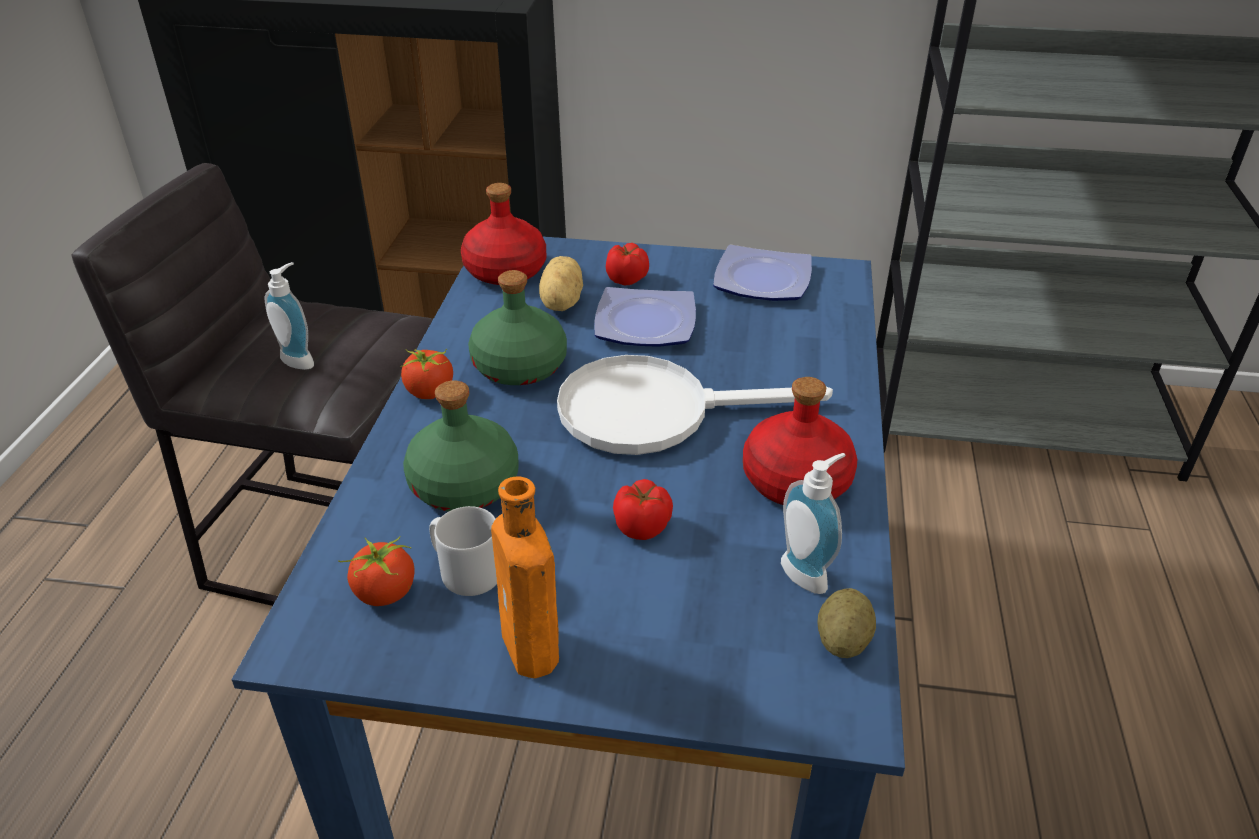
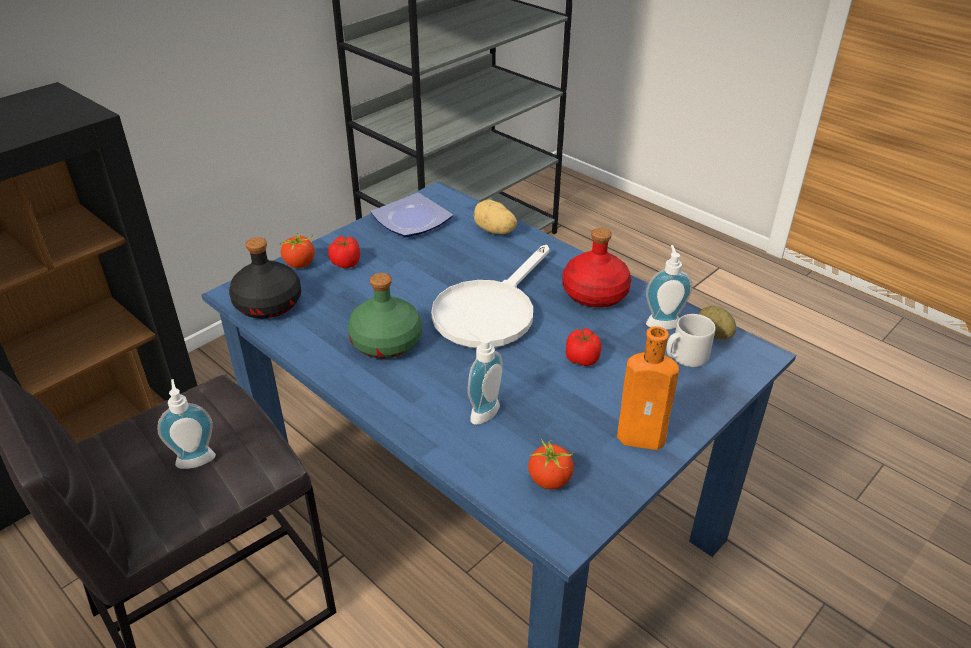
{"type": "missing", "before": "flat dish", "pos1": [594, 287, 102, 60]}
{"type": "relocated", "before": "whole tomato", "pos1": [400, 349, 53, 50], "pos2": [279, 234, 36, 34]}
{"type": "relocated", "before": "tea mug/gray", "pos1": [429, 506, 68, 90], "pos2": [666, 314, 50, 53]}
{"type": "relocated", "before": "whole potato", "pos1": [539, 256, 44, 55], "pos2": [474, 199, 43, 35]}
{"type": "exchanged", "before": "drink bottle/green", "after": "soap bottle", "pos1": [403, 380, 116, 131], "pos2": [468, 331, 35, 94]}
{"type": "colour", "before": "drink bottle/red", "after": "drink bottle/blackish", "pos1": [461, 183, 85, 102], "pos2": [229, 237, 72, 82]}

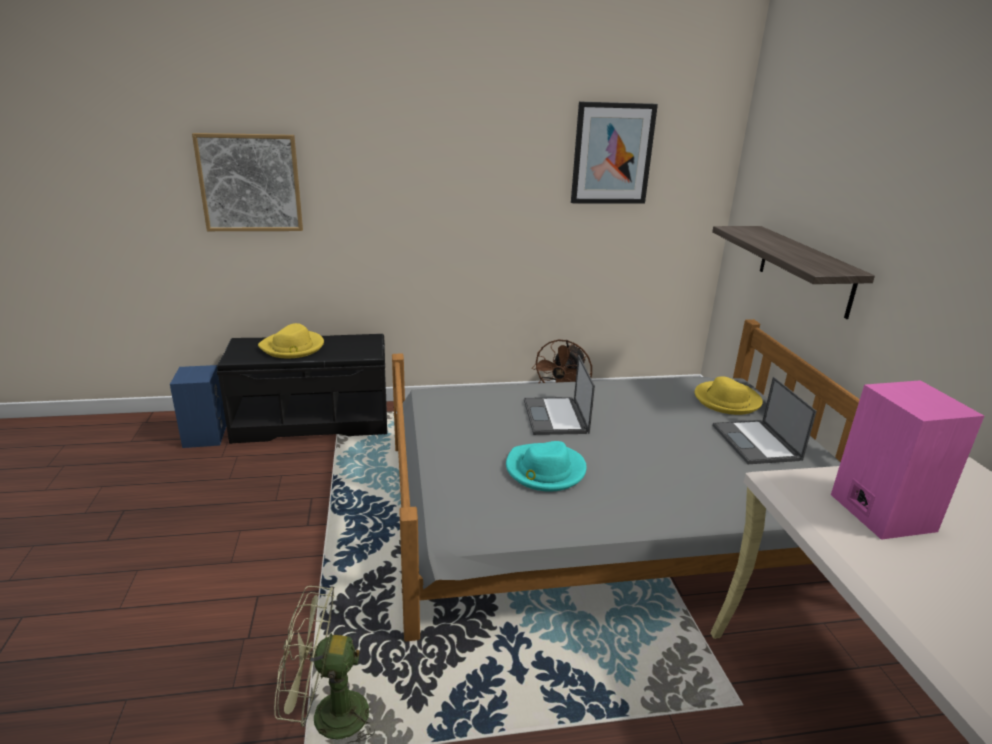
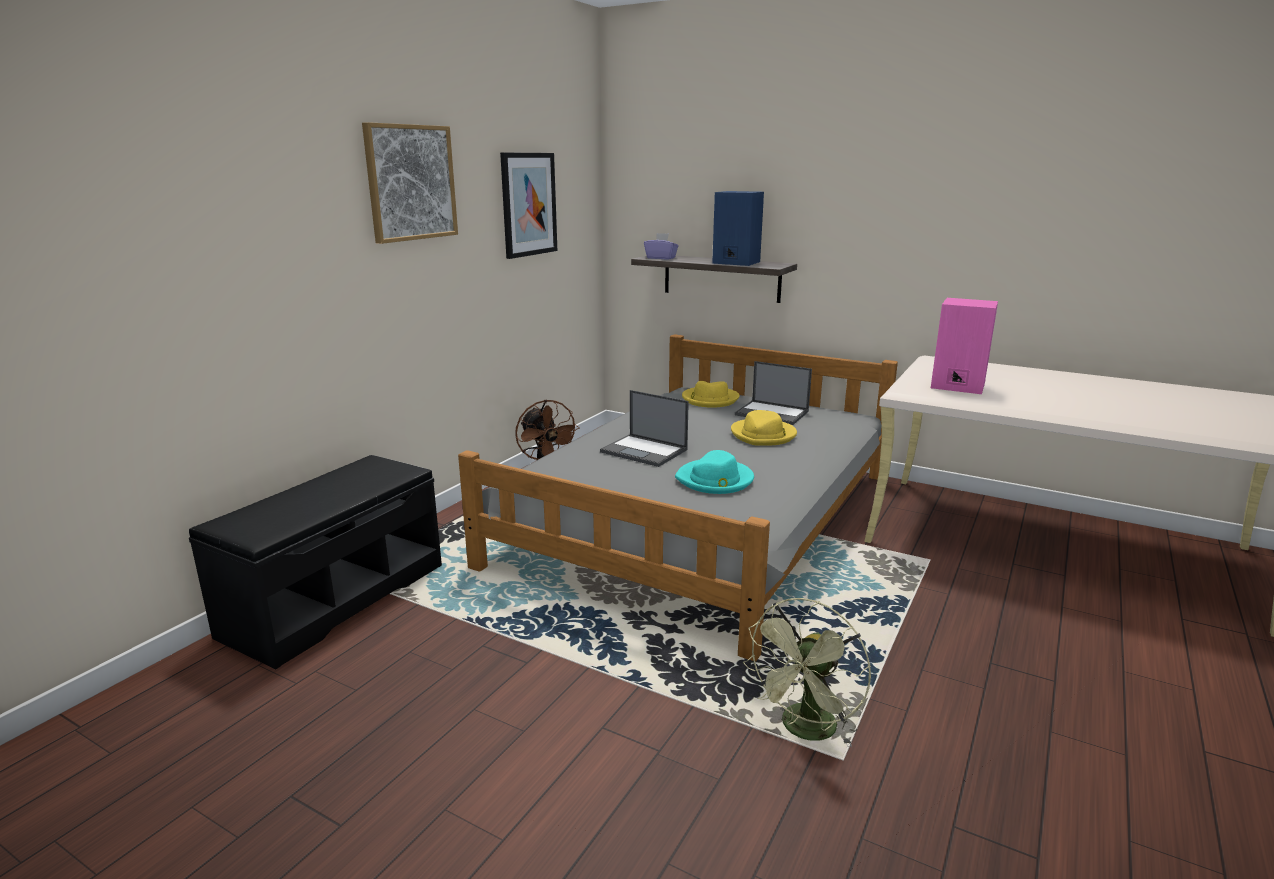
{"type": "appeared", "after": "tissue holder/purple", "pos2": [644, 233, 35, 27]}
{"type": "relocated", "before": "audio speaker/blue", "pos1": [170, 365, 56, 83], "pos2": [712, 191, 52, 75]}
{"type": "relocated", "before": "wall art", "pos1": [192, 133, 111, 98], "pos2": [362, 122, 96, 122]}
{"type": "relocated", "before": "hat/yellow", "pos1": [258, 323, 66, 35], "pos2": [731, 410, 66, 36]}

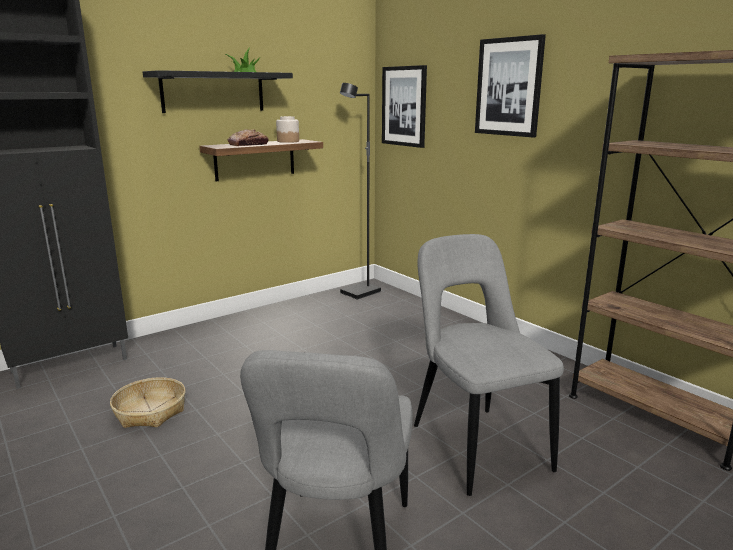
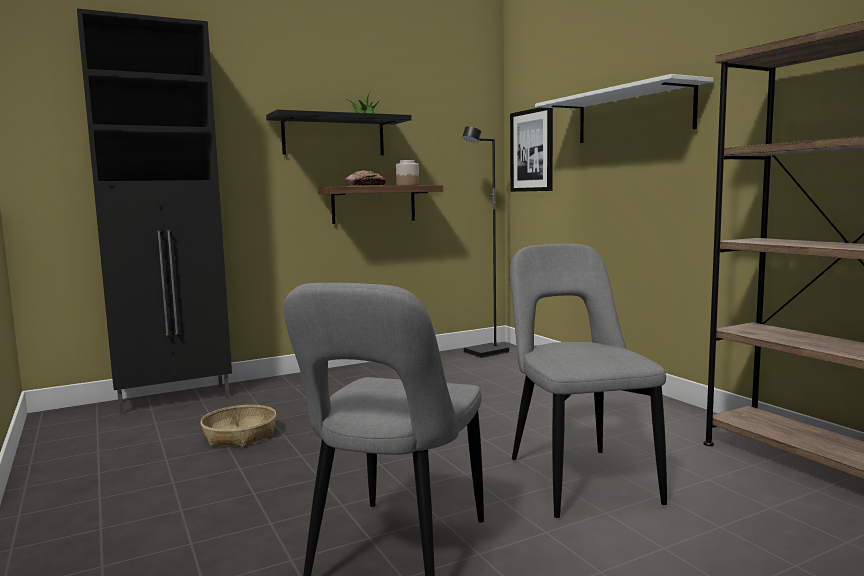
{"type": "exchanged", "before": "wall art", "after": "bracket shelf/whitish", "pos1": [475, 34, 71, 104], "pos2": [535, 74, 178, 69]}

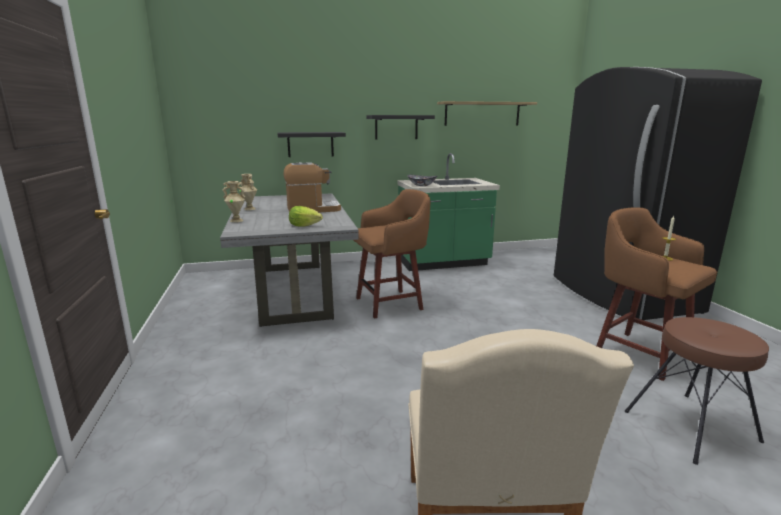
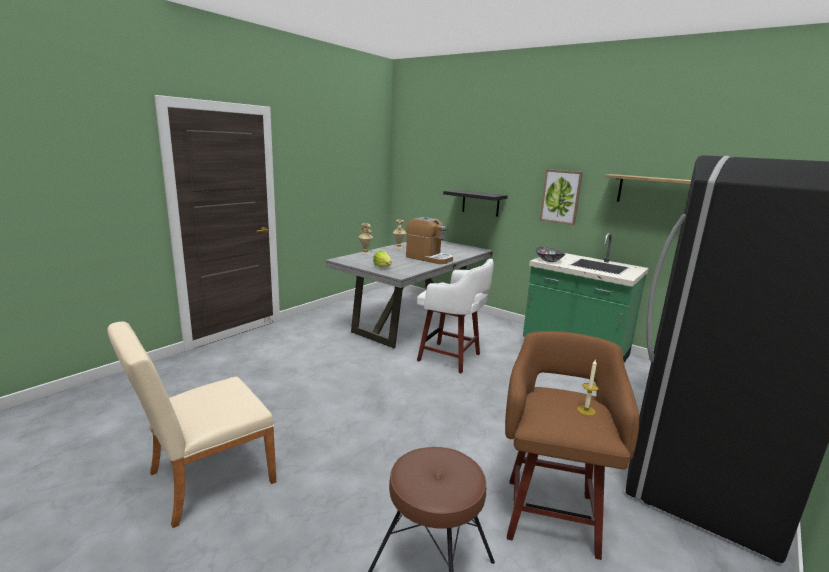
{"type": "exchanged", "before": "bracket shelf/blackish", "after": "wall art", "pos1": [366, 115, 69, 25], "pos2": [540, 169, 43, 56]}
{"type": "colour", "before": "stool seat/brownish", "after": "stool seat/whitish", "pos1": [354, 189, 76, 130], "pos2": [417, 258, 77, 116]}

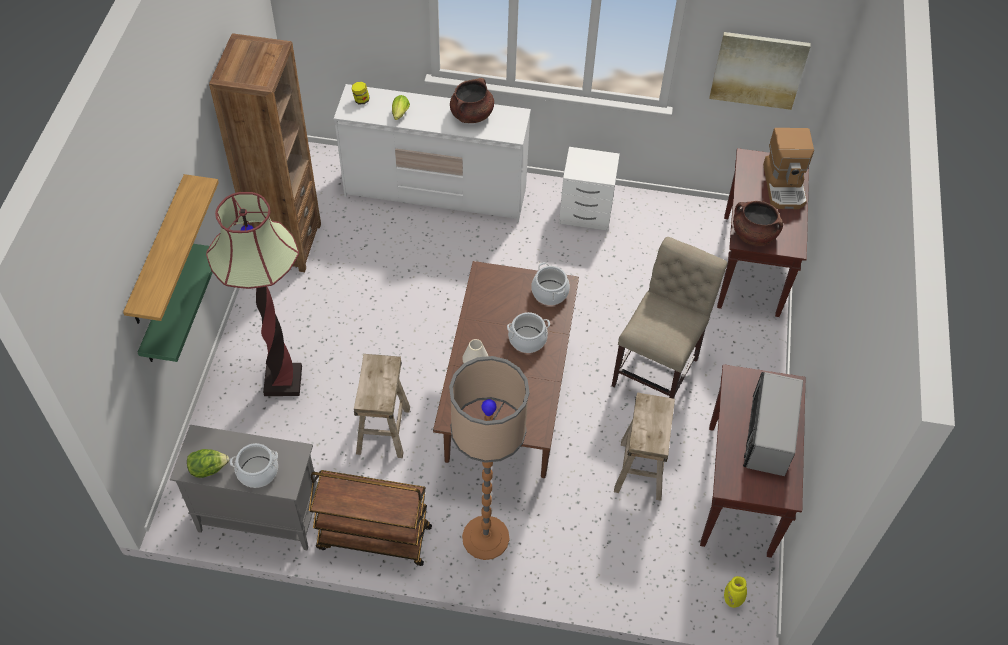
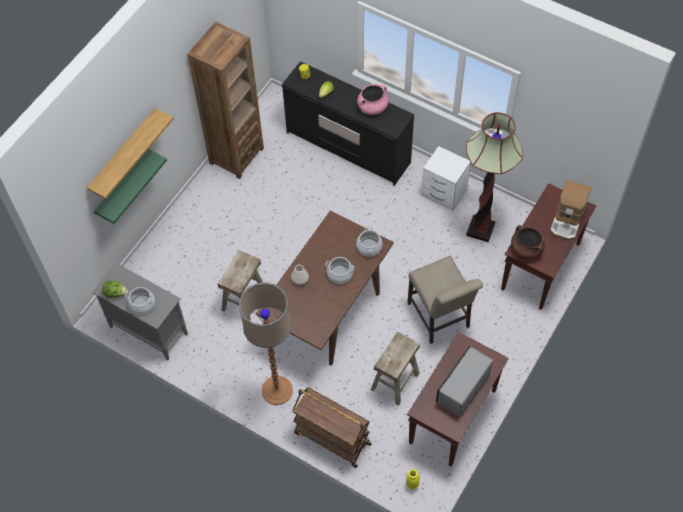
{"type": "missing", "before": "wall art", "pos1": [709, 32, 102, 78]}
{"type": "relocated", "before": "standing lamp", "pos1": [206, 192, 96, 204], "pos2": [466, 112, 57, 130]}
{"type": "relocated", "before": "cart/brownish", "pos1": [309, 470, 123, 96], "pos2": [292, 387, 80, 81]}
{"type": "colour", "before": "dresser/whitish", "after": "dresser/blackish", "pos1": [334, 84, 197, 138], "pos2": [282, 61, 132, 125]}
{"type": "colour", "before": "stockpot/brownish", "after": "stockpot/pink", "pos1": [450, 78, 44, 45], "pos2": [357, 84, 32, 31]}
{"type": "spun", "before": "chair/beige-coloured", "pos1": [612, 237, 116, 162], "pos2": [408, 256, 75, 88], "turn": 105}

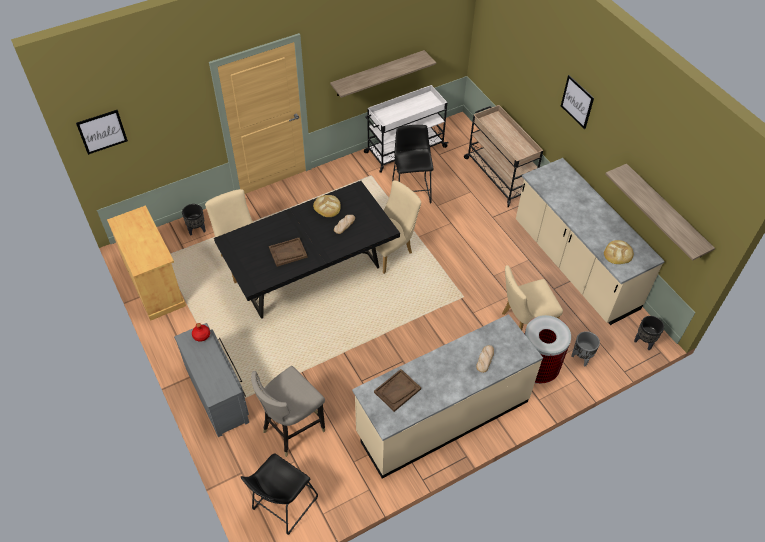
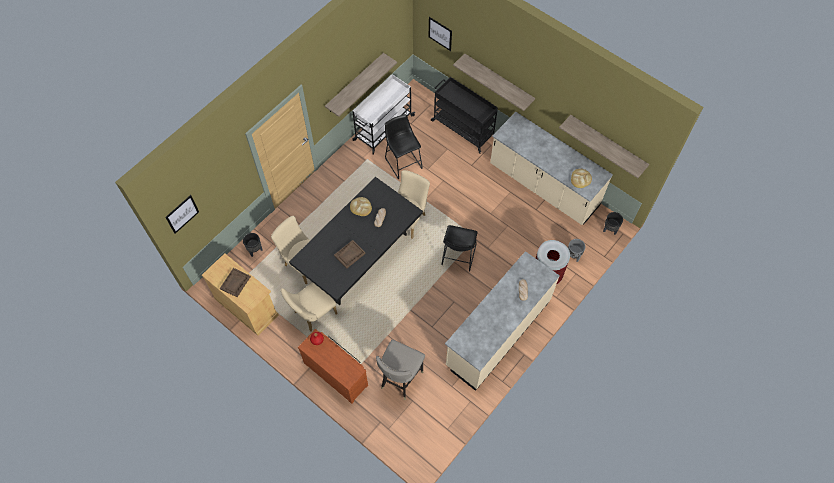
{"type": "appeared", "after": "bracket shelf", "pos2": [453, 54, 82, 57]}
{"type": "relocated", "before": "stool seat/blackish", "pos1": [241, 453, 77, 82], "pos2": [441, 225, 36, 46]}
{"type": "relocated", "before": "serving tray/brownish", "pos1": [374, 369, 47, 43], "pos2": [220, 268, 31, 29]}
{"type": "relocated", "before": "chair/beige-coloured", "pos1": [502, 265, 61, 65], "pos2": [281, 282, 57, 50]}
{"type": "relocated", "before": "wall art", "pos1": [561, 75, 33, 54], "pos2": [429, 17, 23, 34]}
{"type": "colour", "before": "dresser/gray", "after": "dresser/brownish", "pos1": [174, 323, 75, 114], "pos2": [298, 329, 70, 75]}
{"type": "colour", "before": "cart/beige-coloured", "after": "cart/blackish", "pos1": [464, 105, 79, 102], "pos2": [431, 77, 67, 77]}

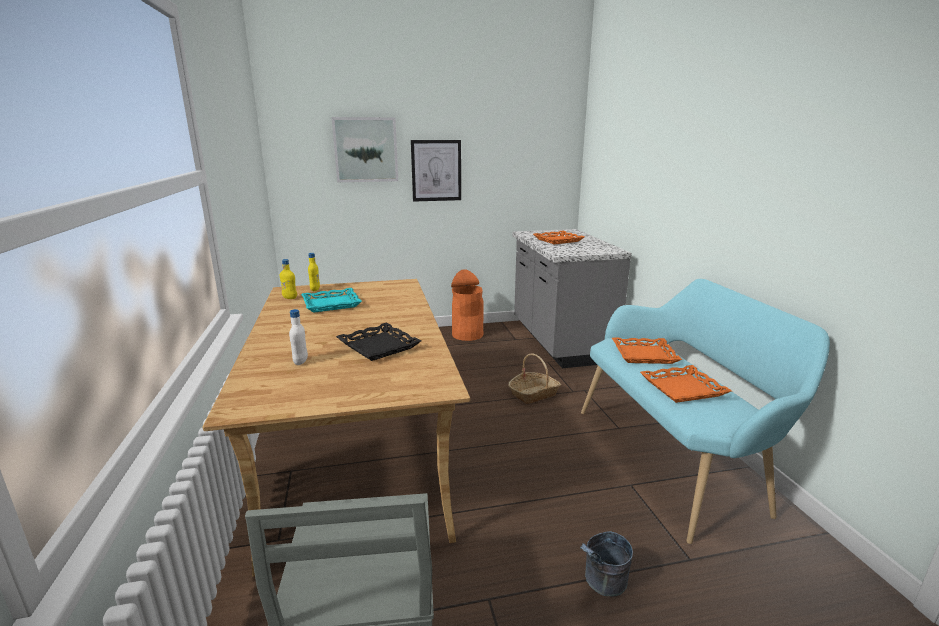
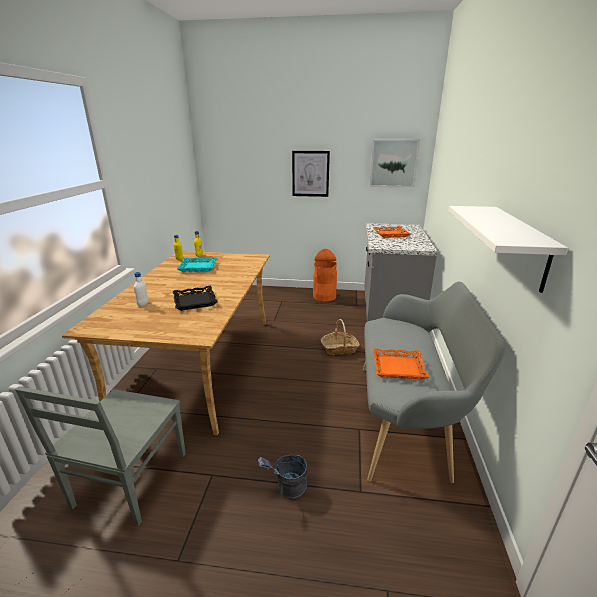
{"type": "missing", "before": "serving tray/orange-coloured", "pos1": [612, 338, 70, 26]}
{"type": "appeared", "after": "bracket shelf/whitish", "pos2": [448, 206, 120, 87]}
{"type": "relocated", "before": "wall art", "pos1": [332, 117, 66, 65], "pos2": [369, 139, 51, 49]}
{"type": "colour", "before": "indoor bench/blue-green", "after": "indoor bench/gray", "pos1": [581, 279, 249, 265], "pos2": [363, 282, 143, 201]}

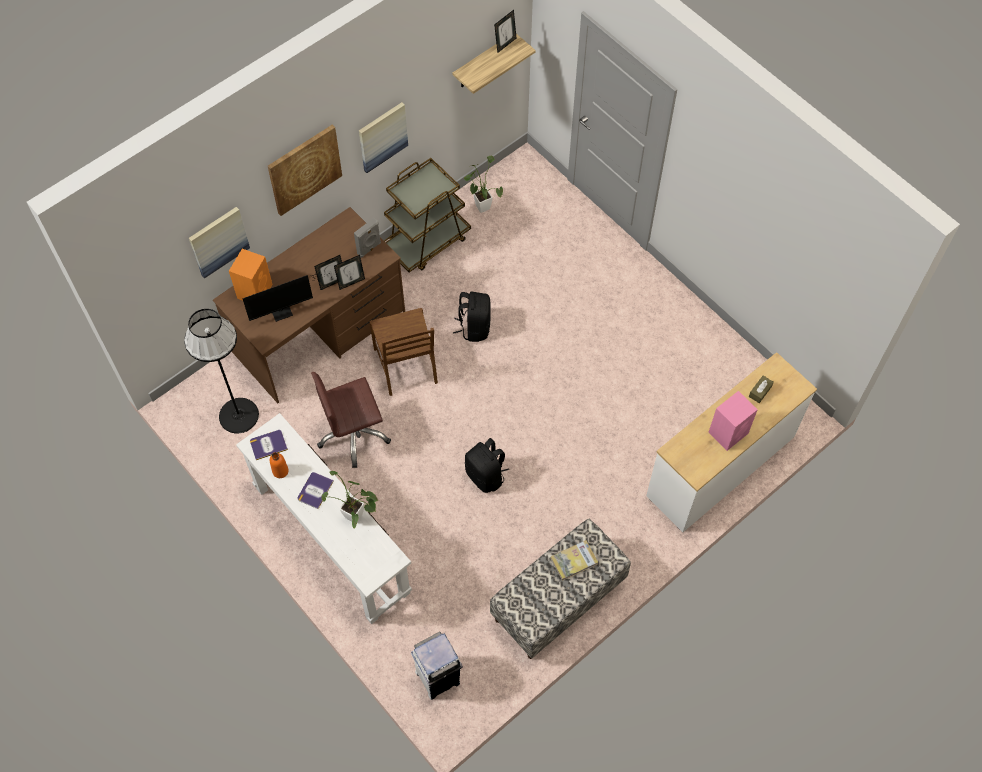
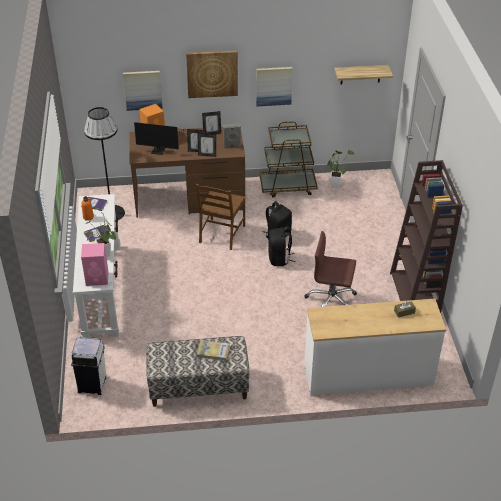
{"type": "appeared", "after": "bookshelf/brownish", "pos2": [390, 160, 73, 153]}
{"type": "relocated", "before": "desk chair/brownish", "pos1": [311, 372, 80, 96], "pos2": [304, 231, 53, 76]}
{"type": "relocated", "before": "rucksack/blackish", "pos1": [465, 438, 44, 55], "pos2": [268, 226, 27, 40]}
{"type": "relocated", "before": "standing frame", "pos1": [494, 10, 22, 43], "pos2": [202, 111, 19, 23]}
{"type": "relocated", "before": "audio speaker/pink", "pos1": [708, 391, 50, 60], "pos2": [81, 243, 27, 43]}

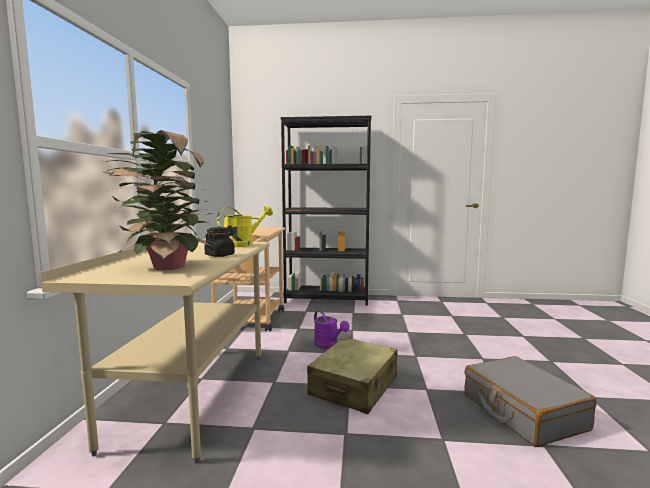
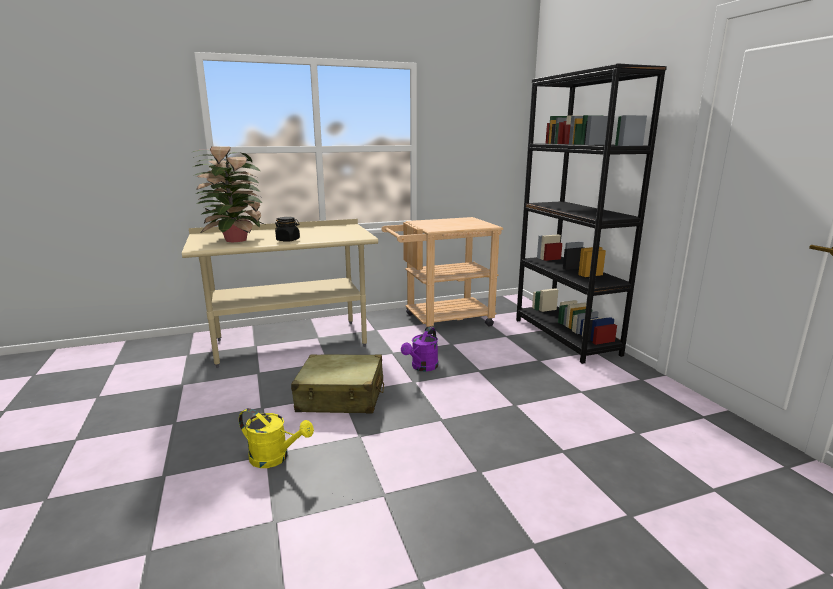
{"type": "missing", "before": "travel case/gray", "pos1": [465, 356, 131, 91]}
{"type": "relocated", "before": "watering can/yellow", "pos1": [217, 205, 56, 42], "pos2": [239, 408, 75, 60]}

